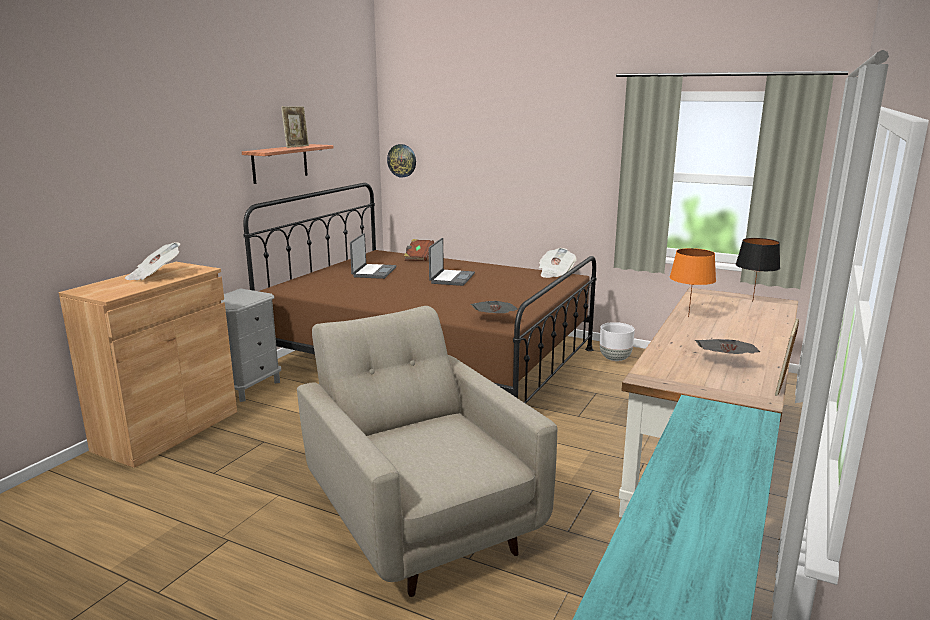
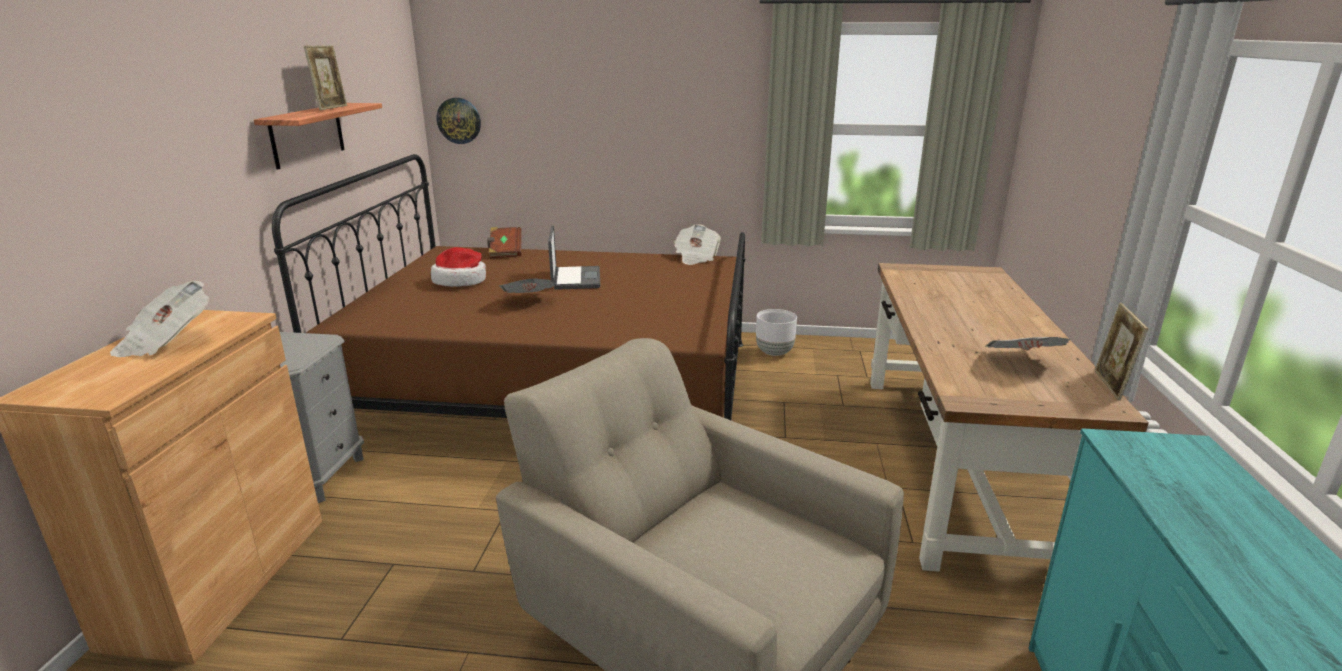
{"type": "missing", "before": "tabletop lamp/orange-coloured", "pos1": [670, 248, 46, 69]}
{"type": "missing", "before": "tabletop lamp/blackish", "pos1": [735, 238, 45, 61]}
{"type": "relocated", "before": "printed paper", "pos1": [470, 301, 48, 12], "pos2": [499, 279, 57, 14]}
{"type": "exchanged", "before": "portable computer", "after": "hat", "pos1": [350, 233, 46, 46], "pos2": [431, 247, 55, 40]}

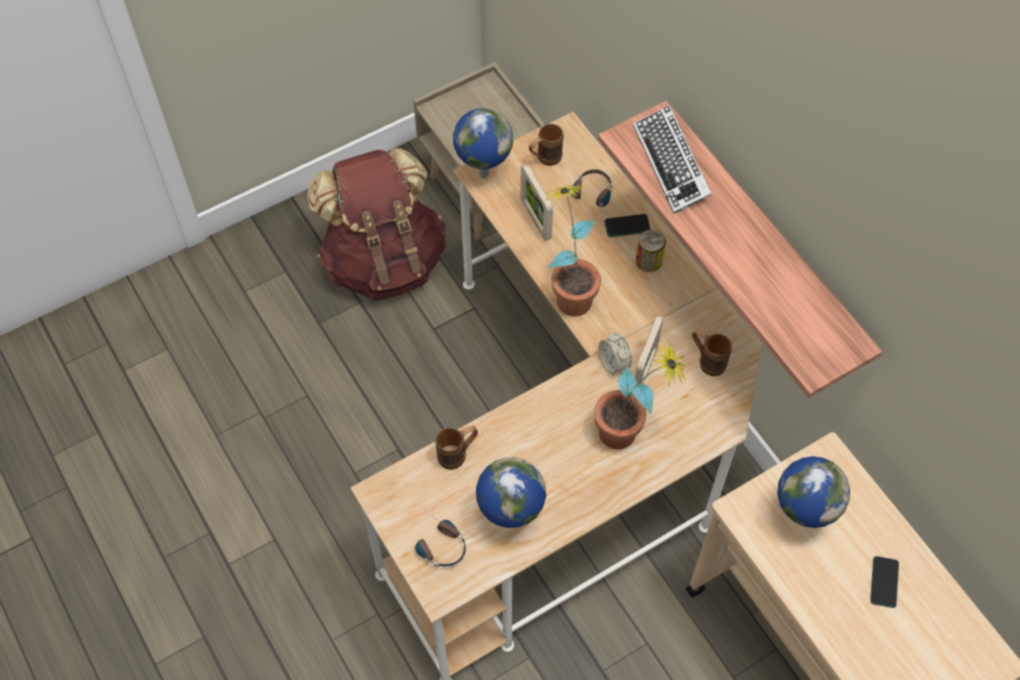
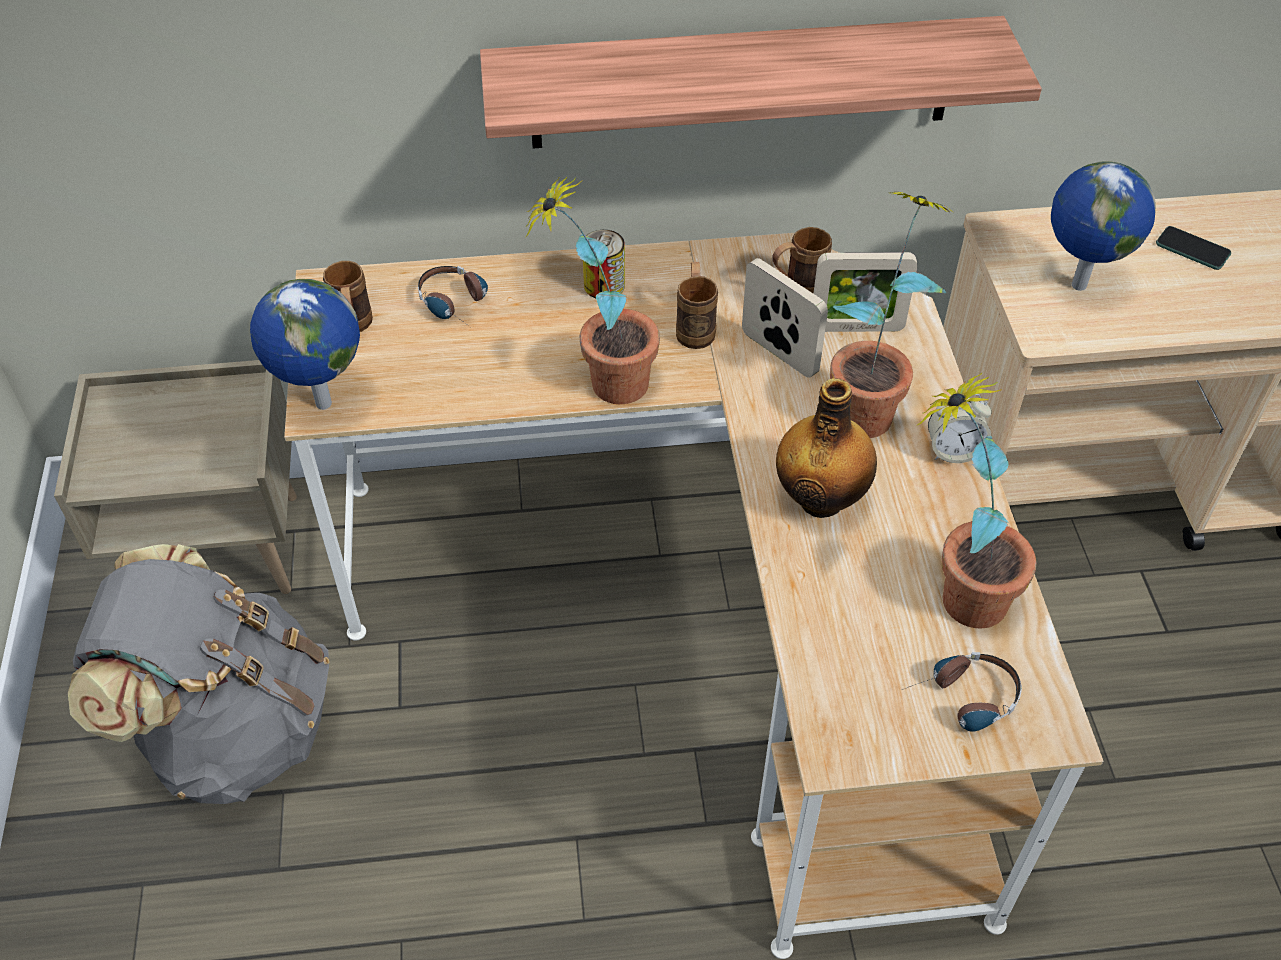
{"type": "missing", "before": "phone", "pos1": [604, 214, 47, 23]}
{"type": "missing", "before": "computer keyboard", "pos1": [633, 105, 79, 109]}
{"type": "appeared", "after": "drink bottle", "pos2": [776, 378, 101, 140]}
{"type": "relocated", "before": "tea mug/brownish", "pos1": [435, 426, 43, 44], "pos2": [676, 262, 42, 87]}
{"type": "relocated", "before": "standing frame", "pos1": [520, 164, 33, 77], "pos2": [813, 252, 105, 80]}
{"type": "relocated", "before": "alarm clock", "pos1": [598, 332, 34, 44], "pos2": [928, 394, 64, 69]}
{"type": "exchanged", "before": "globe", "after": "potted plant", "pos1": [476, 457, 70, 71], "pos2": [916, 372, 121, 257]}
{"type": "colour", "before": "rucksack/brownish", "after": "rucksack/gray", "pos1": [307, 148, 139, 153], "pos2": [68, 544, 261, 260]}

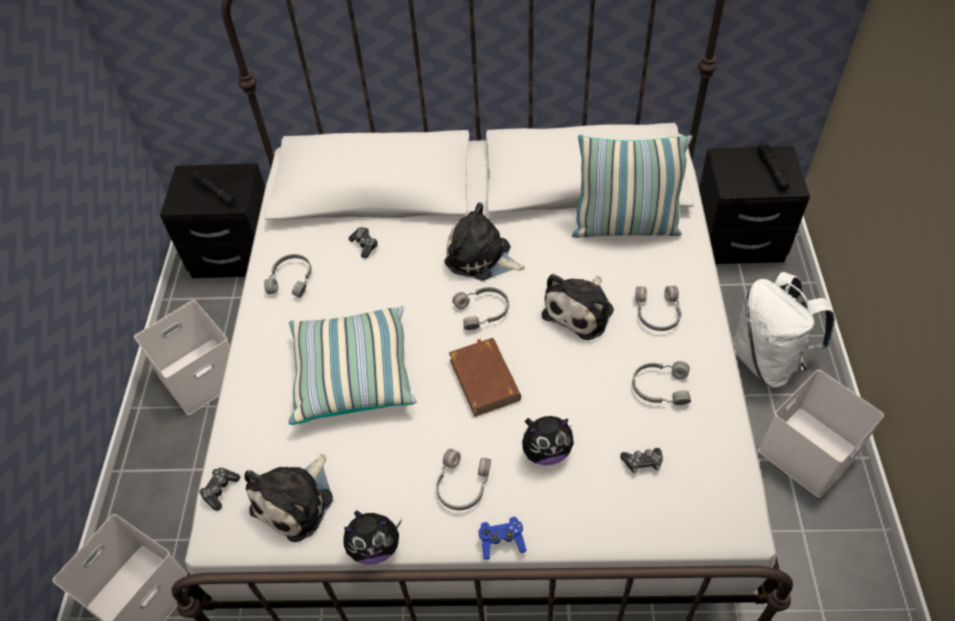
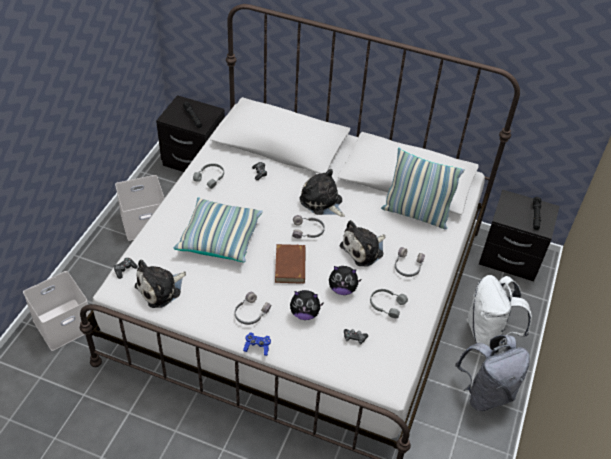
{"type": "relocated", "before": "cuddly toy", "pos1": [343, 510, 59, 55], "pos2": [329, 266, 32, 29]}
{"type": "exchanged", "before": "storage bin/whitish", "after": "rucksack/gray", "pos1": [758, 370, 126, 128], "pos2": [455, 335, 75, 76]}

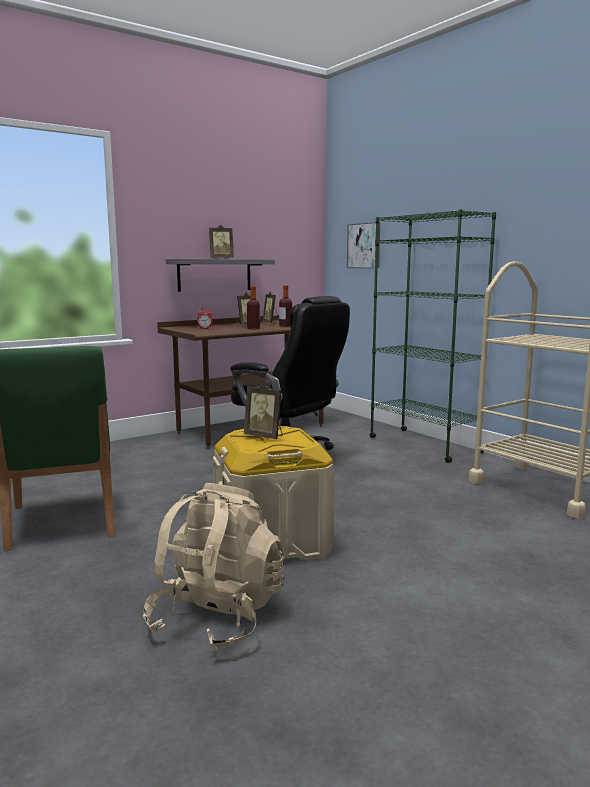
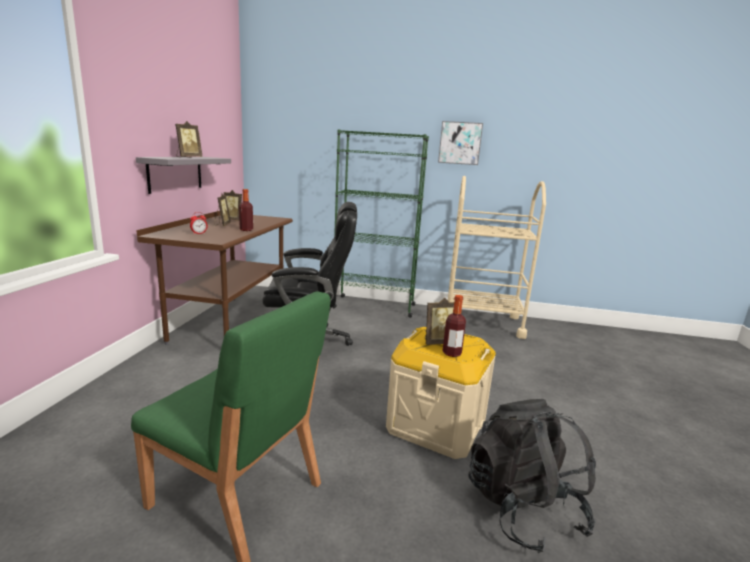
{"type": "relocated", "before": "drink bottle", "pos1": [279, 285, 13, 42], "pos2": [443, 295, 23, 62]}
{"type": "relocated", "before": "wall art", "pos1": [347, 222, 33, 46], "pos2": [438, 121, 45, 44]}
{"type": "colour", "before": "rucksack/beige-coloured", "after": "rucksack/blackish", "pos1": [143, 483, 142, 168], "pos2": [469, 399, 127, 154]}

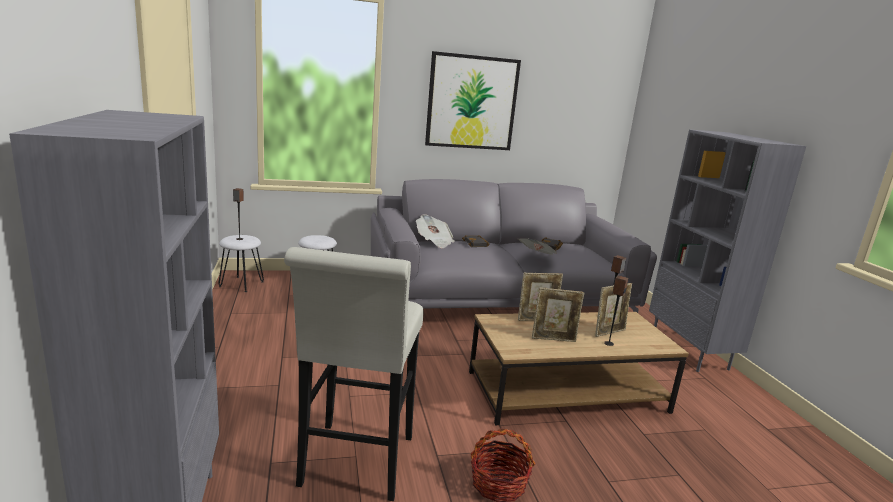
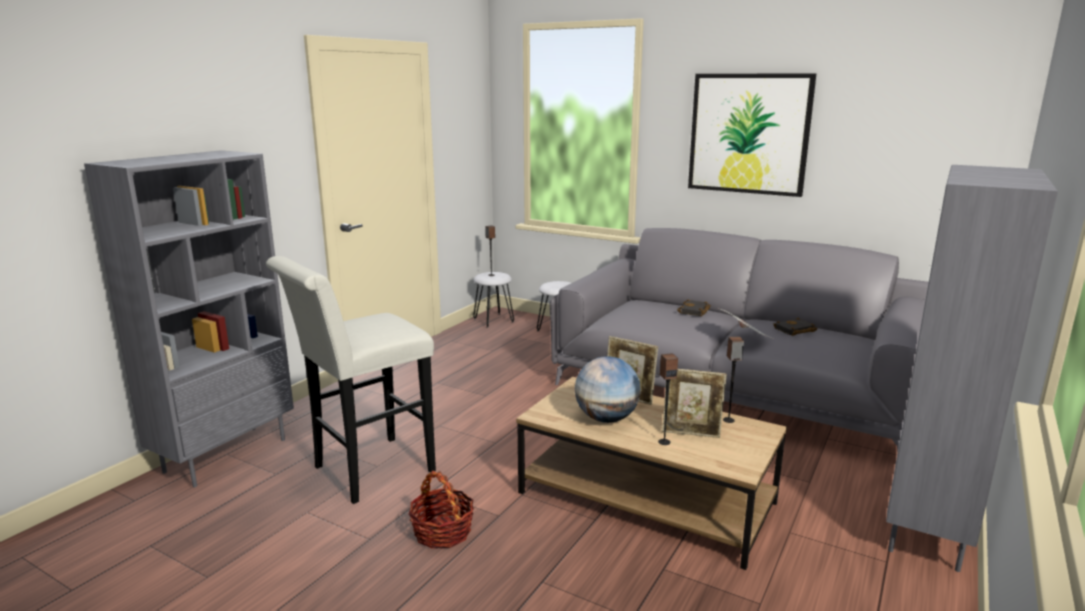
{"type": "missing", "before": "printed paper", "pos1": [416, 214, 39, 34]}
{"type": "exchanged", "before": "standing frame", "after": "globe", "pos1": [532, 288, 52, 54], "pos2": [575, 356, 66, 67]}

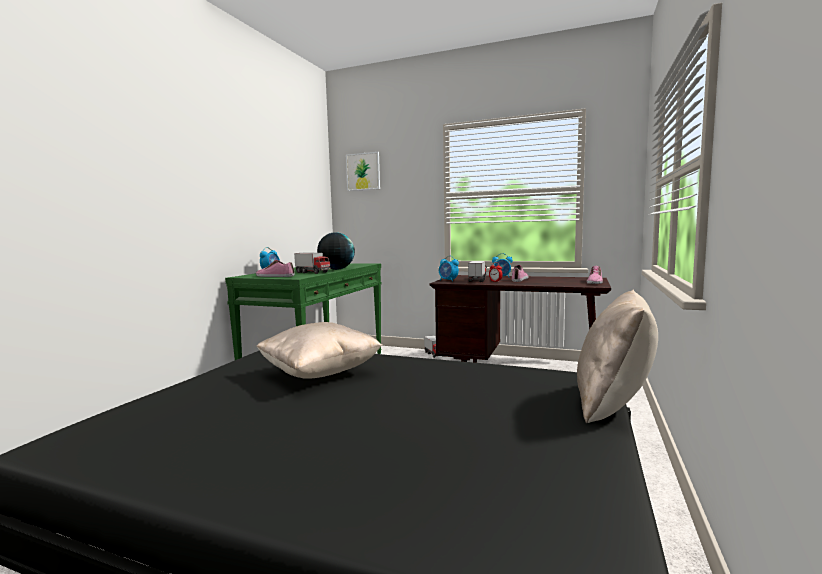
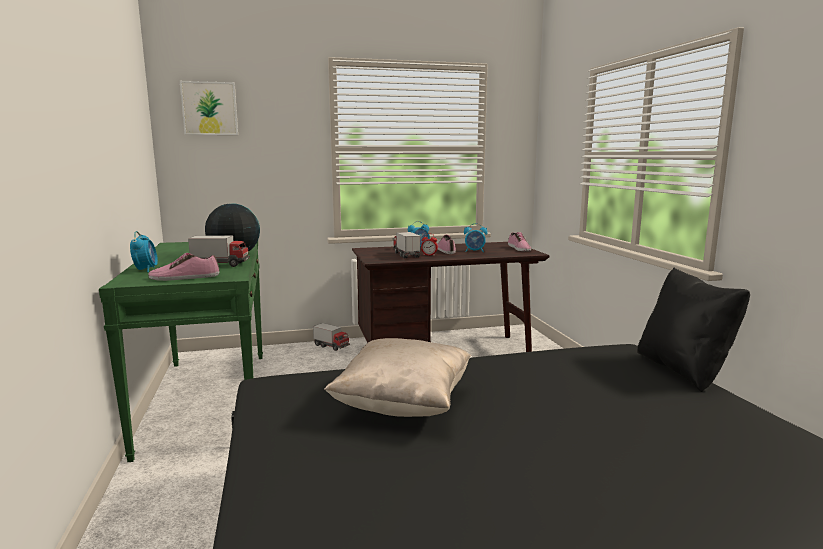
{"type": "relocated", "before": "alarm clock", "pos1": [439, 256, 20, 26], "pos2": [464, 223, 24, 29]}
{"type": "colour", "before": "cushion/beige-coloured", "after": "cushion/blackish", "pos1": [577, 290, 81, 134], "pos2": [637, 268, 113, 124]}

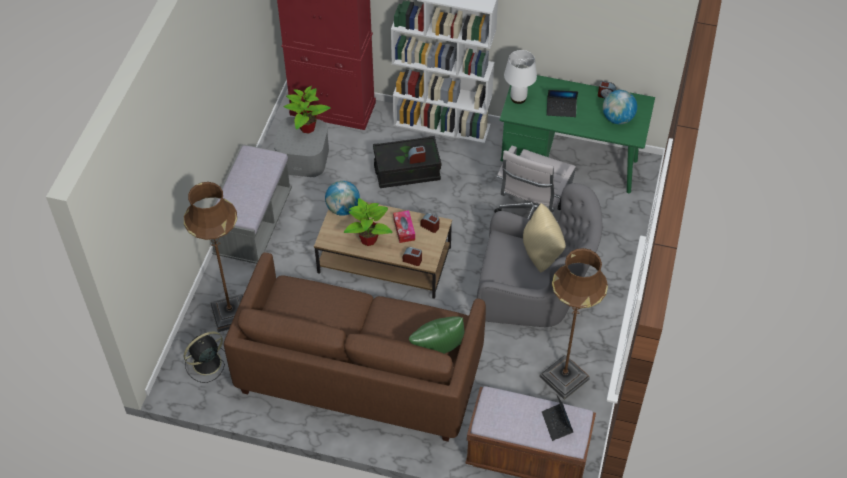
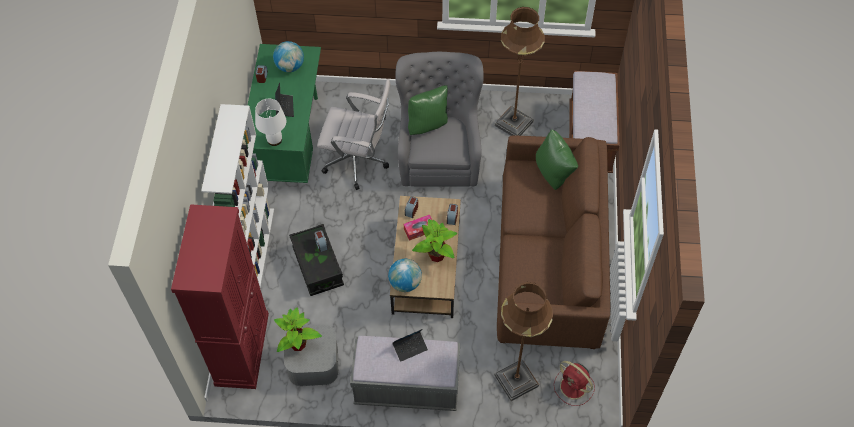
{"type": "relocated", "before": "portable computer", "pos1": [542, 394, 31, 47], "pos2": [393, 329, 35, 33]}
{"type": "colour", "before": "electric fan/blackish", "after": "electric fan/red", "pos1": [184, 331, 41, 52], "pos2": [554, 361, 41, 45]}
{"type": "colour", "before": "cushion/beige-coloured", "after": "cushion/green", "pos1": [523, 203, 43, 69], "pos2": [408, 85, 40, 50]}

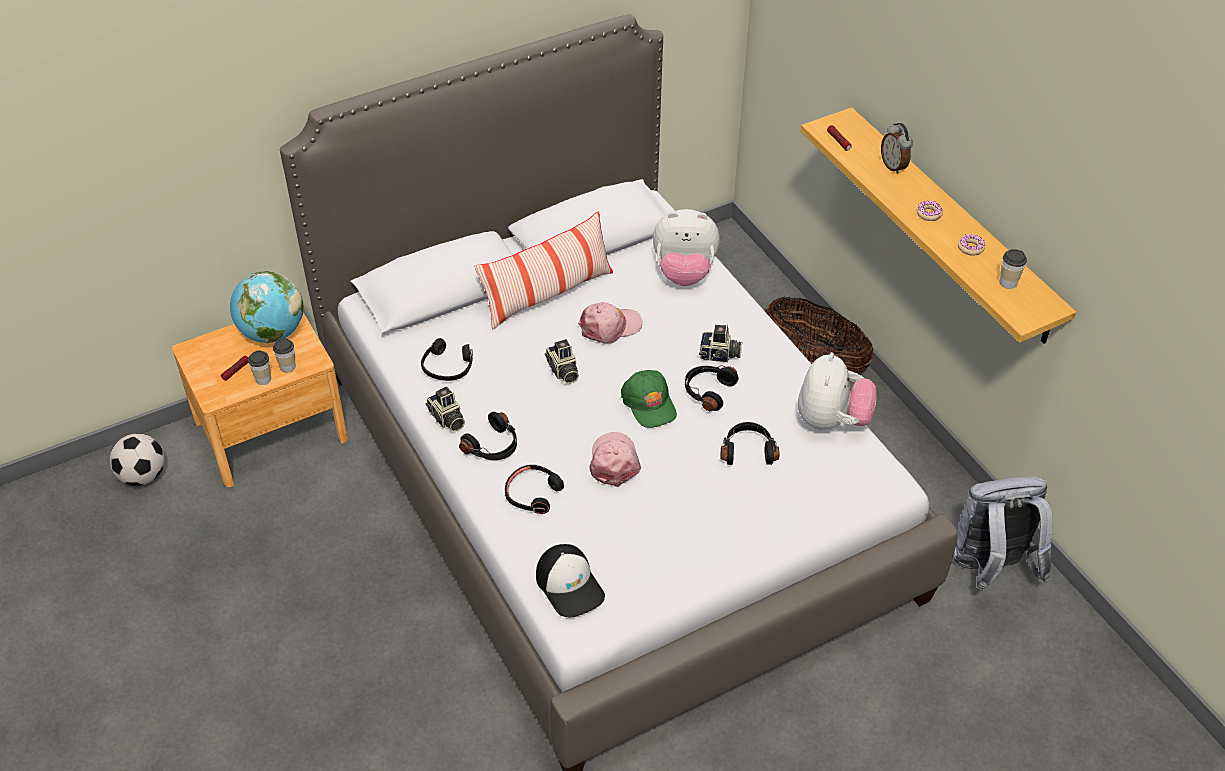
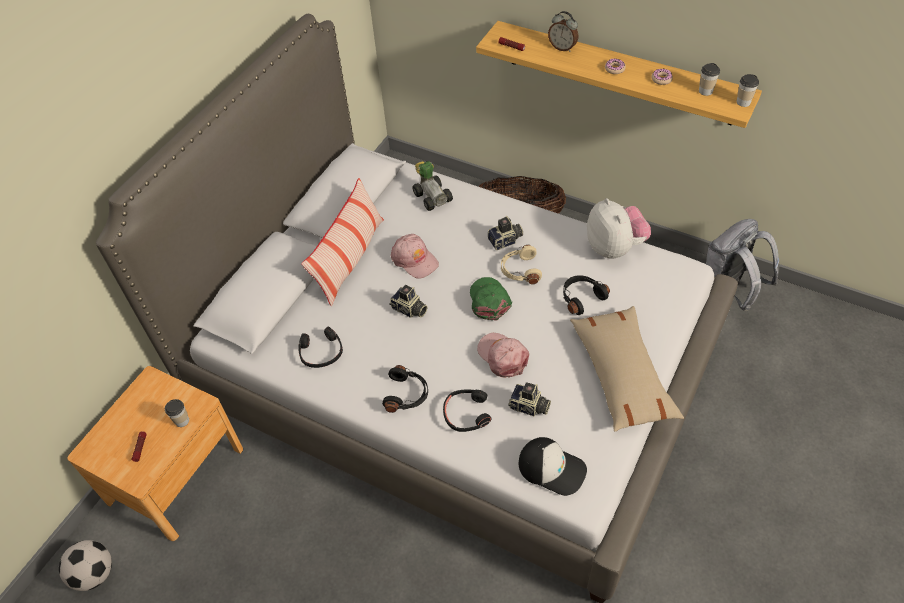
{"type": "missing", "before": "globe", "pos1": [230, 271, 73, 72]}
{"type": "appeared", "after": "cushion/beige-coloured", "pos2": [570, 306, 114, 126]}
{"type": "relocated", "before": "drinking cup", "pos1": [248, 351, 23, 34], "pos2": [736, 74, 23, 33]}
{"type": "relocated", "before": "photo camera", "pos1": [425, 386, 40, 45], "pos2": [508, 382, 43, 34]}
{"type": "exchanged", "before": "cuddly toy", "after": "toy car", "pos1": [653, 209, 67, 77], "pos2": [412, 161, 41, 50]}
{"type": "colour", "before": "pair of headphones/blackish", "after": "pair of headphones/beige-coloured", "pos1": [685, 365, 54, 46], "pos2": [501, 245, 41, 39]}
{"type": "spun", "before": "cap/pink", "pos1": [578, 302, 64, 42], "pos2": [391, 234, 48, 45], "turn": 105}
{"type": "spun", "before": "cap/green", "pos1": [621, 370, 56, 58], "pos2": [470, 277, 42, 44], "turn": -135}

